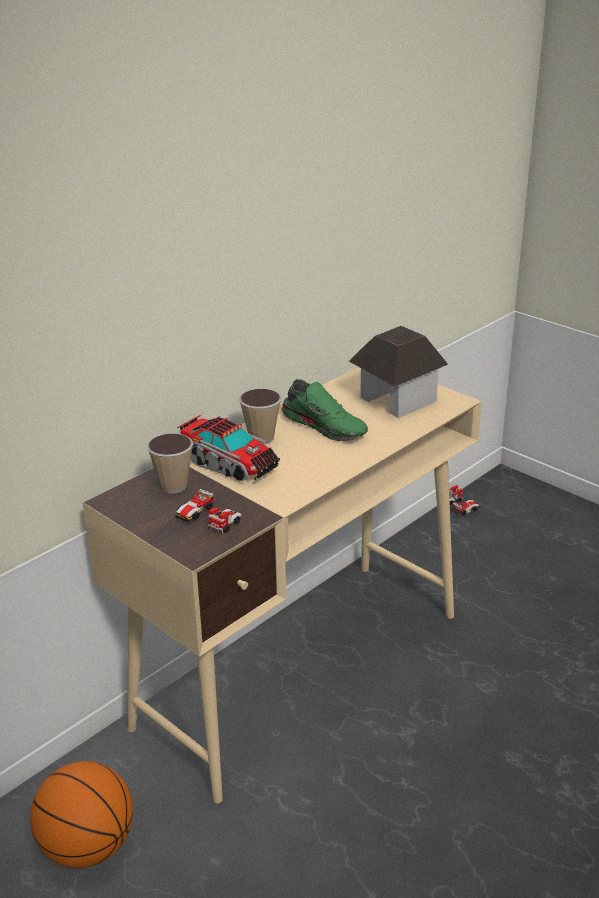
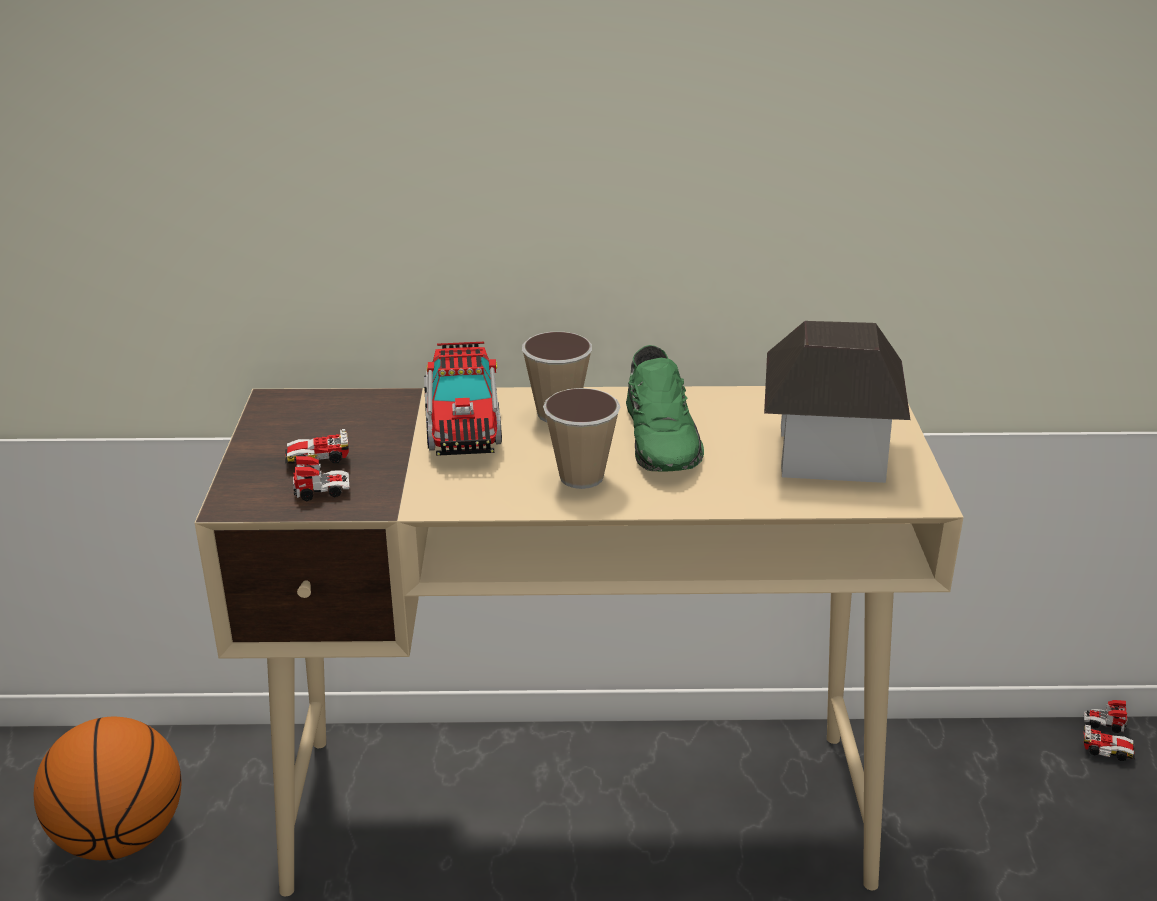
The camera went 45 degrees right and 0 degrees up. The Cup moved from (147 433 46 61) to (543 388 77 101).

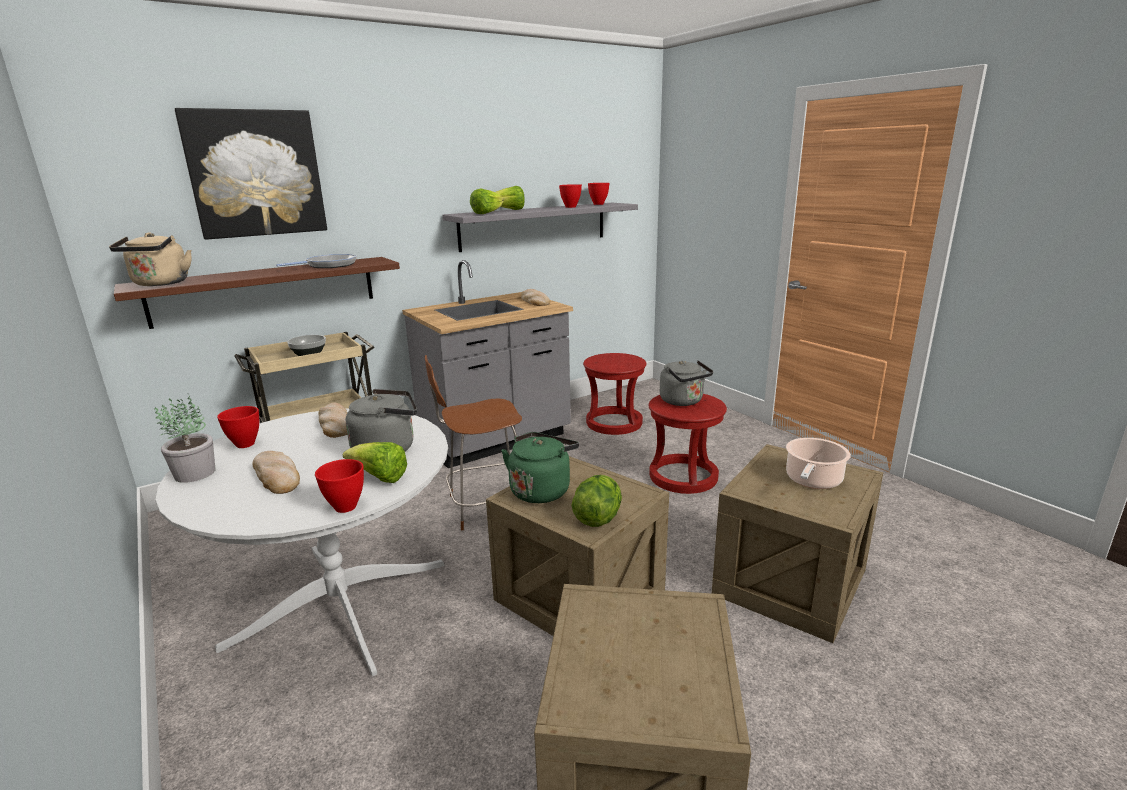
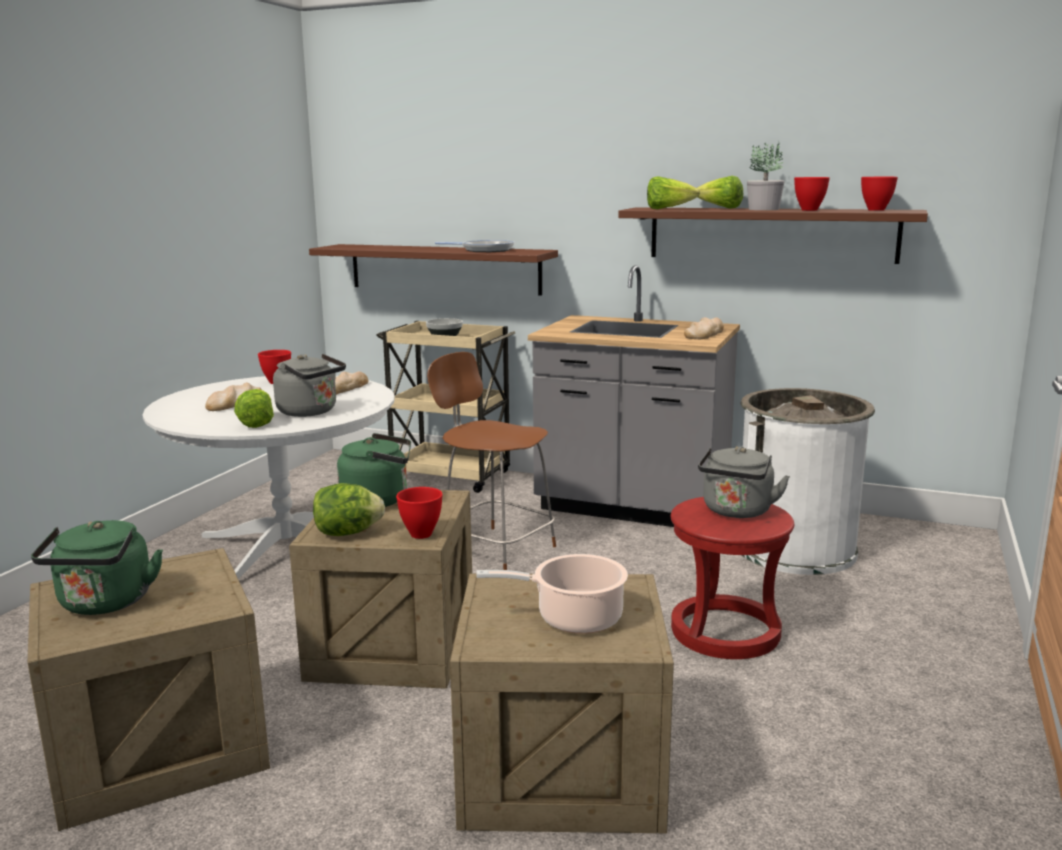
The camera went 55 degrees right and 5 degrees down. The GreenishWaterKettle at (31 520 132 95) appeared. The ReddishServingBowl moved from (315 459 49 54) to (396 487 47 52). The GreyishShelf at (442 203 196 49) became the BrownShelf at (618 207 310 57). The ReddishStool at (583 353 63 82) was replaced by the WhiteColouredRubbishBin at (741 388 134 187). The PlantInAPot moved from (154 393 61 90) to (747 141 38 69). The SandColouredWaterKettle at (109 232 83 54) disappeared. The Picture at (174 108 153 132) disappeared.

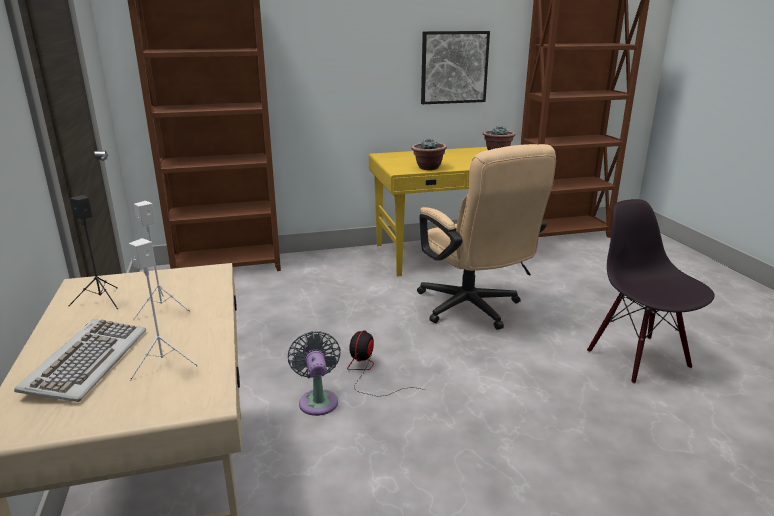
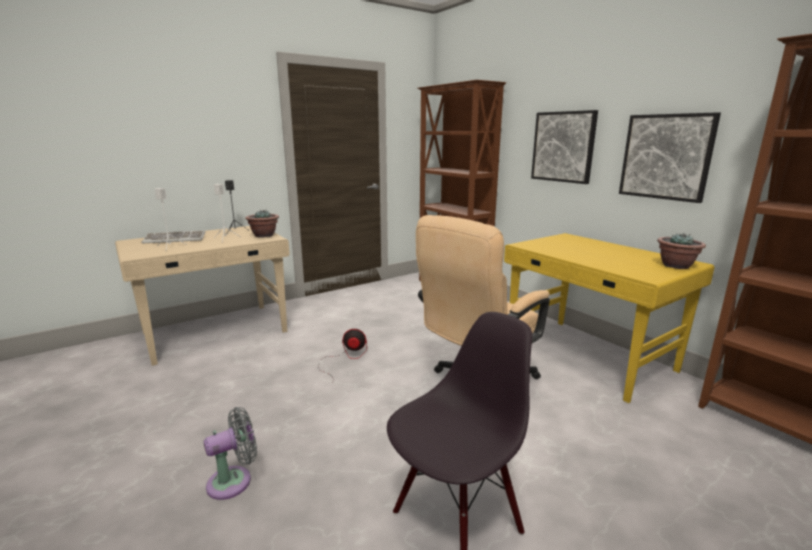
The camera went 70 degrees right and 5 degrees down. The GreyishFan moved from (288 331 53 85) to (204 407 53 93). The PlantInAPot moved from (411 139 36 31) to (245 209 34 29). The Picture at (531 110 67 74) appeared.

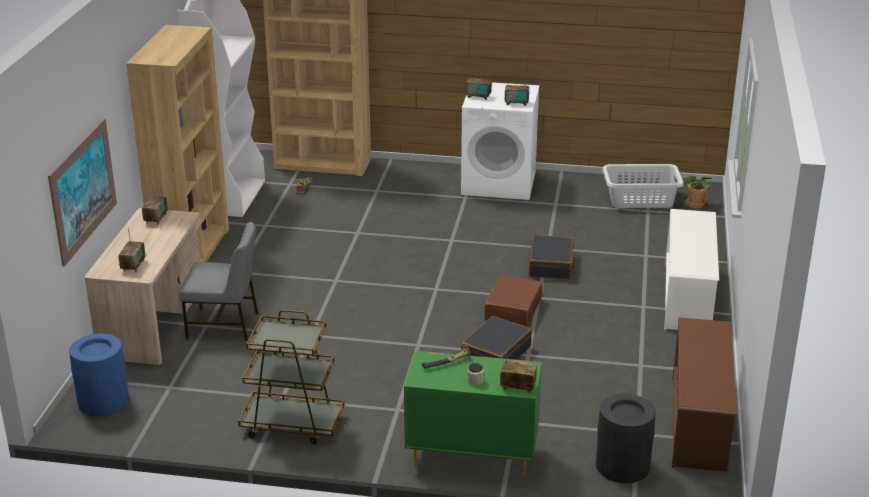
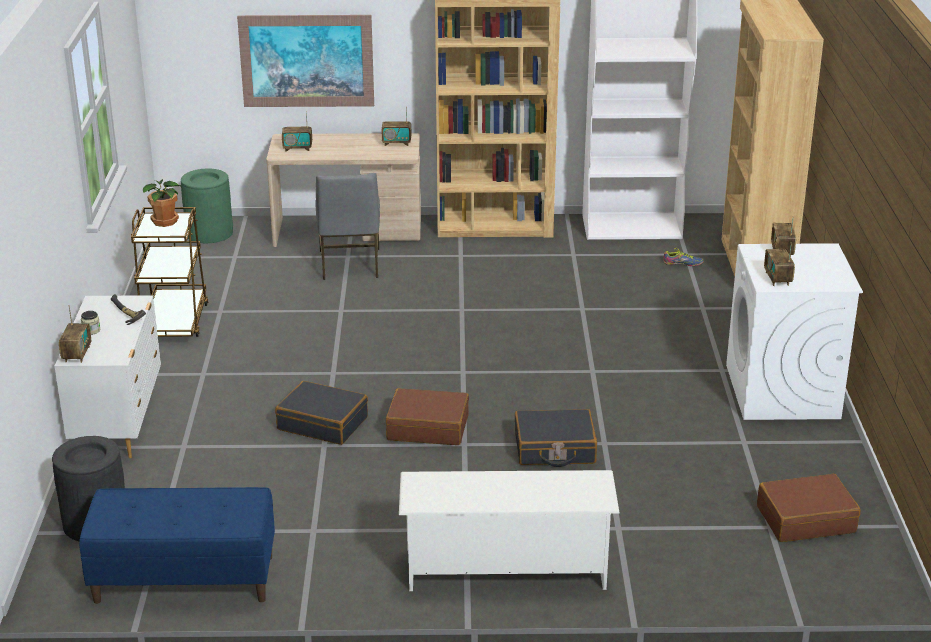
The camera went 80 degrees right and 0 degrees up. The GreenishDrawerChest at (404 350 138 127) became the WhiteColouredDrawerChest at (55 295 106 163). The BrownShoeStand at (672 318 65 154) was replaced by the BlueColouredLongSeat at (79 487 196 117). The PlantInAPot moved from (684 176 28 33) to (143 179 38 48). The BlueColouredRubbishBin at (69 333 60 83) became the GreenishRubbishBin at (181 169 52 74). The GreyishLaundryBasket at (603 164 81 44) was replaced by the BrownTravelCase at (757 474 103 68).

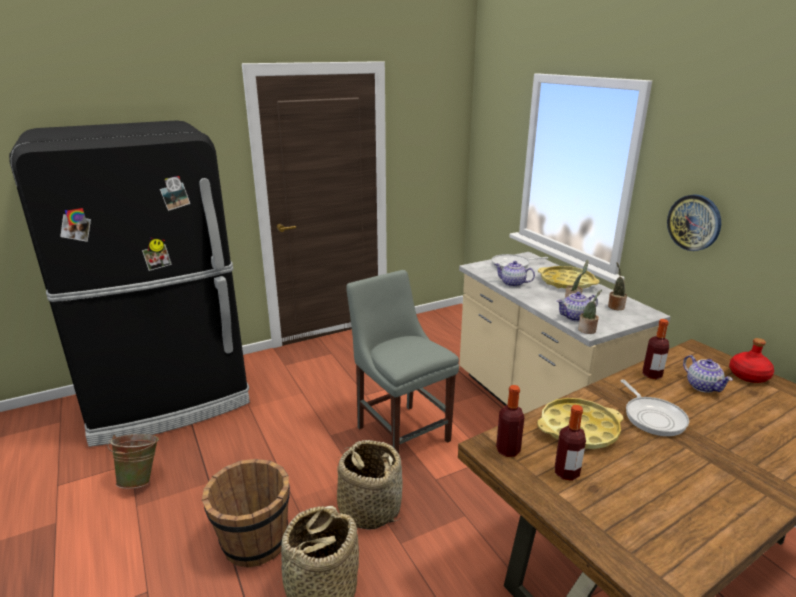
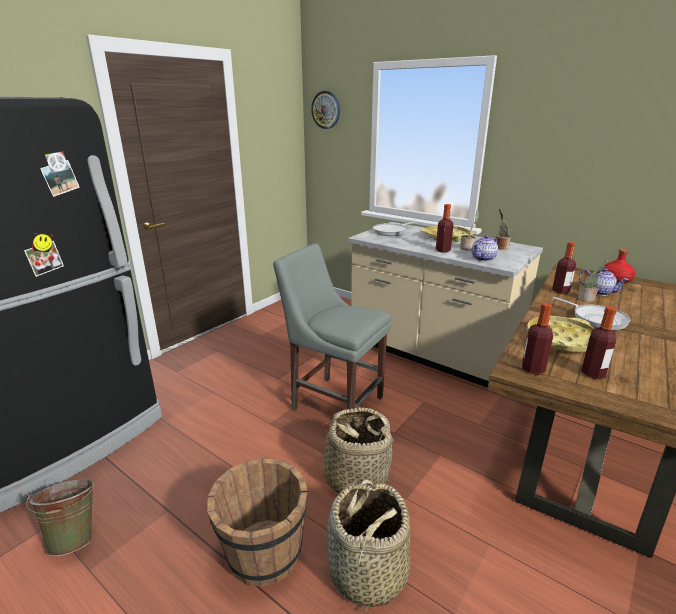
The camera went 25 degrees left and 0 degrees up. The HangingClock moved from (667 195 54 56) to (311 91 29 38). The BeverageBottle at (436 204 17 49) appeared. The PlantInAPot moved from (578 290 24 44) to (578 259 30 43). The Teapot at (495 261 40 26) disappeared.

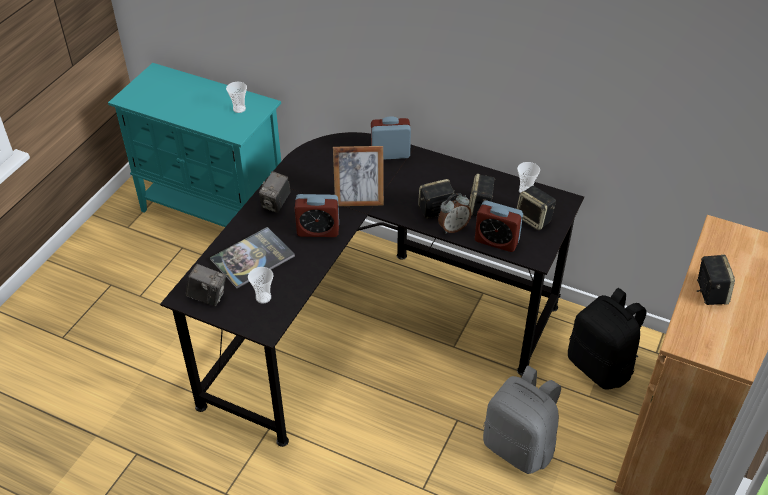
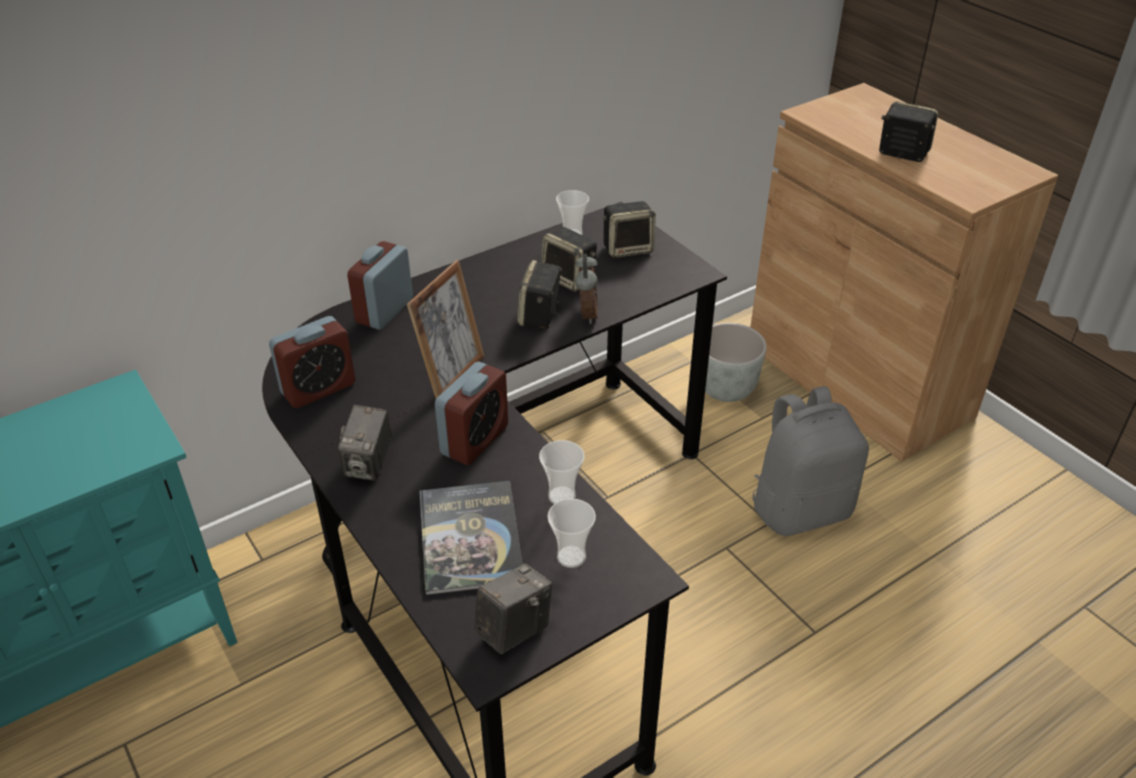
The camera went 60 degrees left and 5 degrees down. The BedsideClock moved from (475 200 48 52) to (269 316 87 92). The PhotoCamera at (259 171 32 42) turned 45 degrees clockwise. The Cup moved from (226 82 21 31) to (539 440 45 64). The BlackishBackpack at (568 288 79 102) was replaced by the GreyishPlantPot at (705 323 62 79).

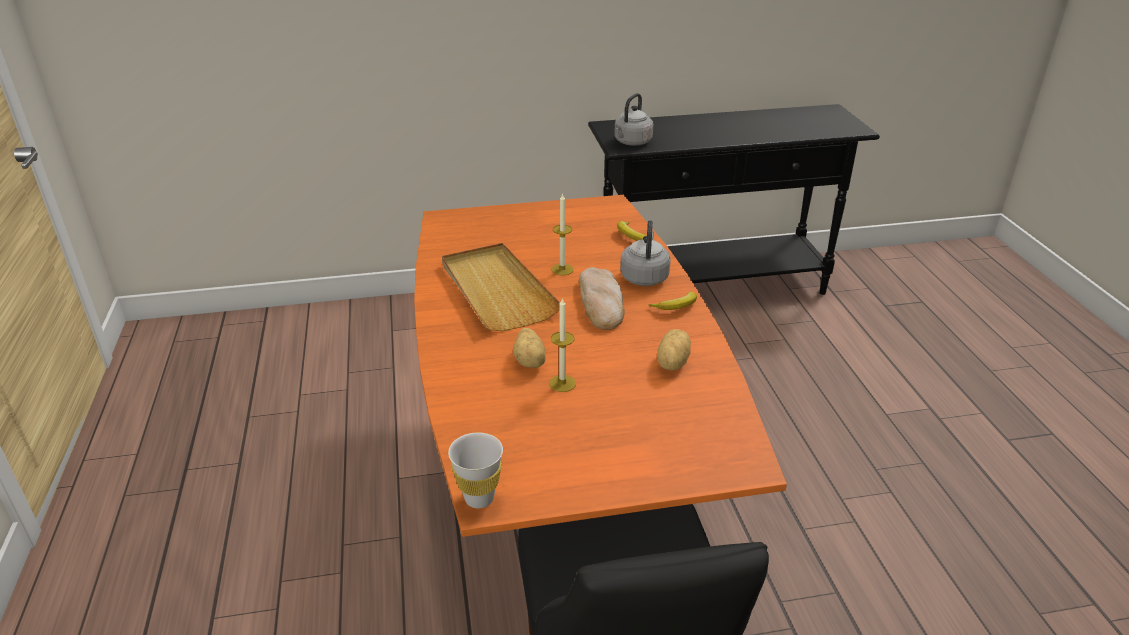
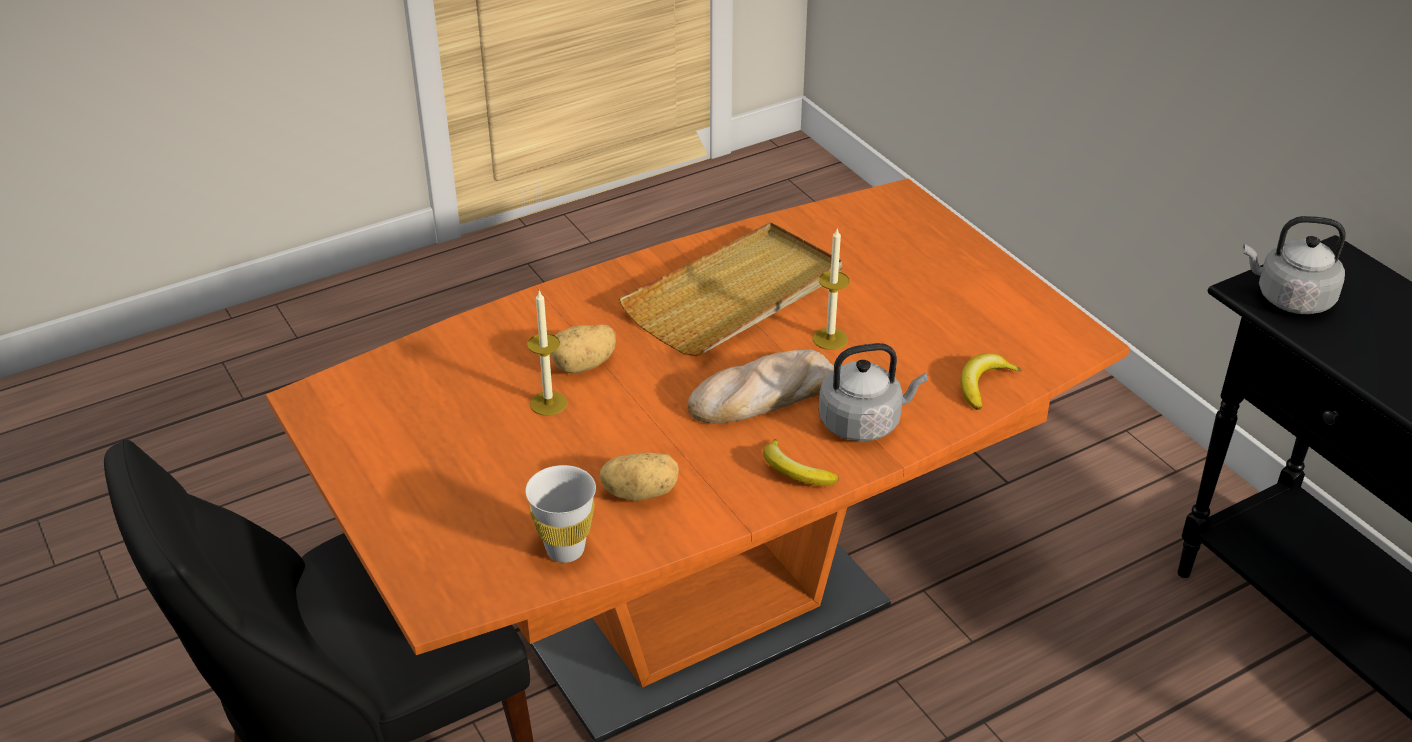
The camera went 70 degrees right and 5 degrees up. The WhiteColouredCup moved from (448 432 55 76) to (525 465 71 98).

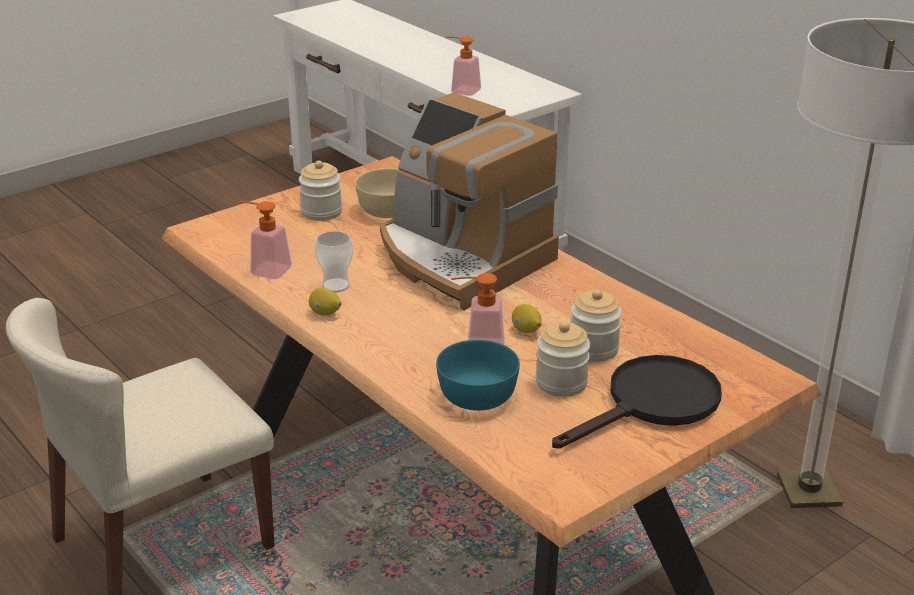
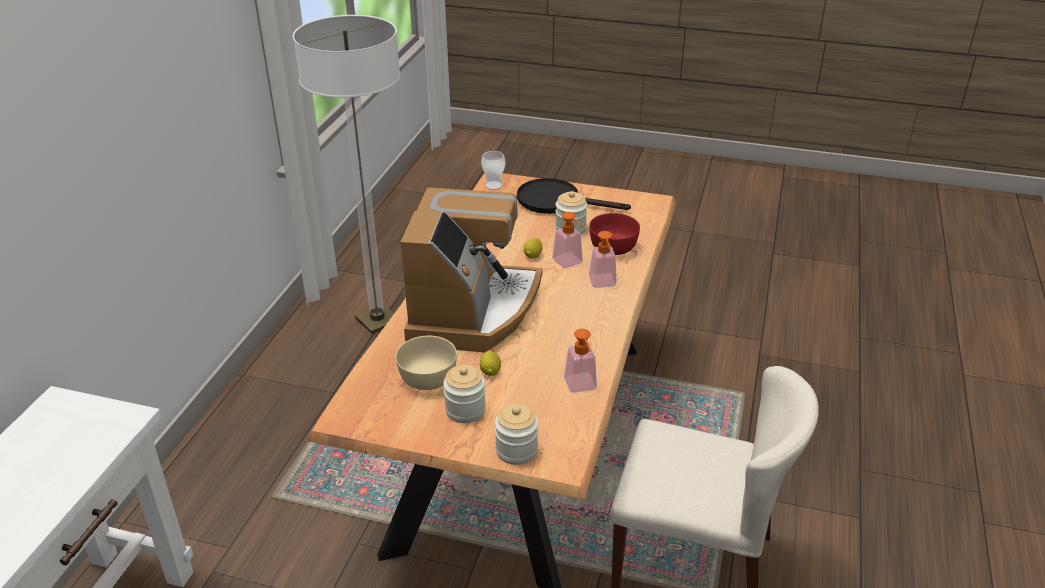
The camera went 125 degrees left and 5 degrees up. The Lemon moved from (309 288 32 28) to (480 350 21 26). The Cup moved from (315 231 38 61) to (481 151 24 39). The StorageJar moved from (570 290 52 72) to (495 403 43 62). The TurquoiseServingBowl at (436 340 84 71) became the ReddishServingBowl at (589 213 51 42). The LiquidSoapBottle moved from (446 36 35 60) to (589 231 28 57).

